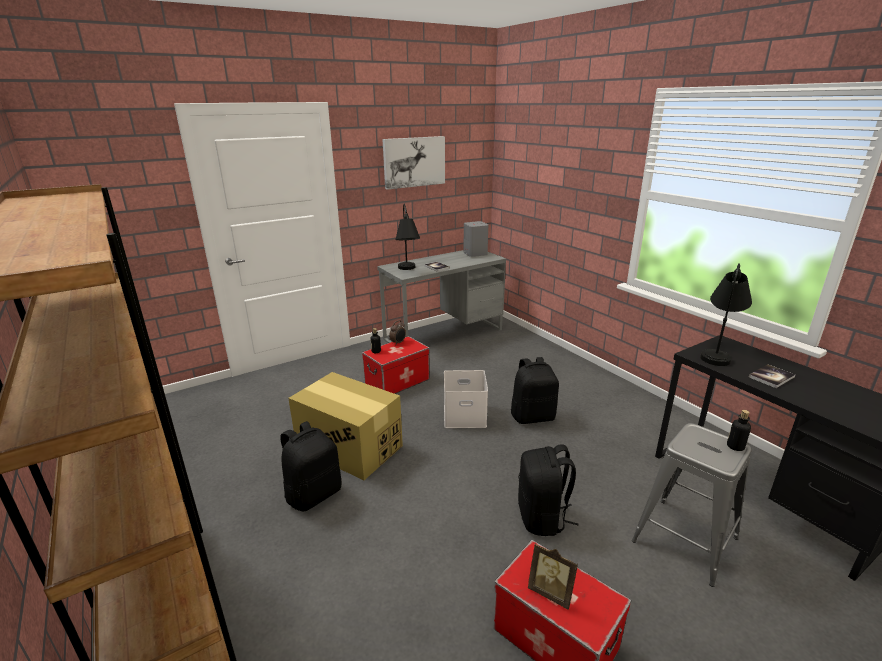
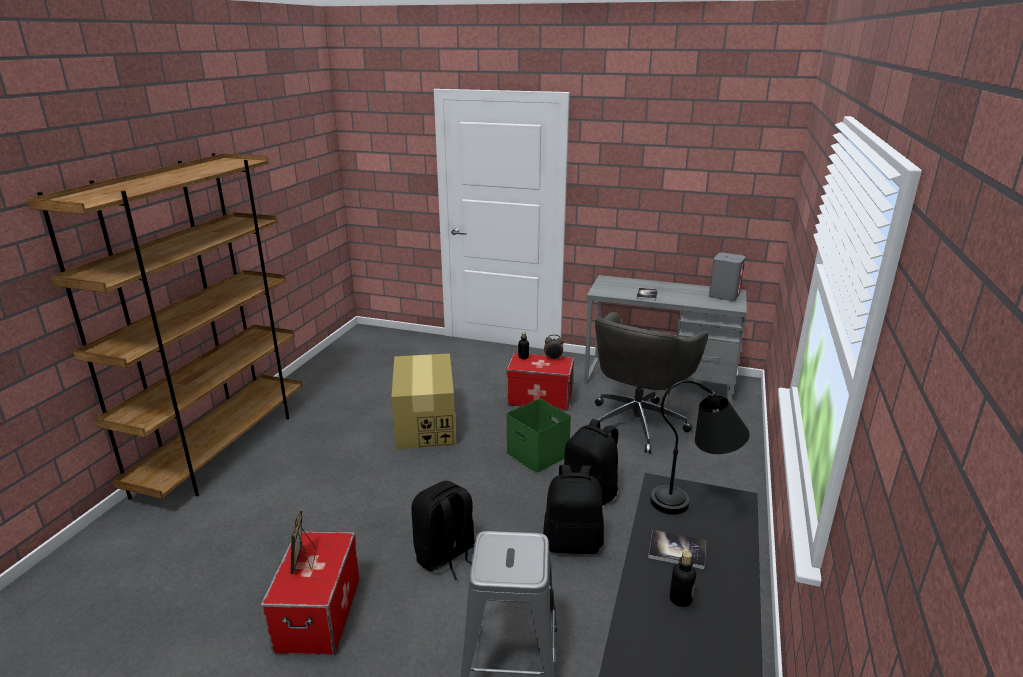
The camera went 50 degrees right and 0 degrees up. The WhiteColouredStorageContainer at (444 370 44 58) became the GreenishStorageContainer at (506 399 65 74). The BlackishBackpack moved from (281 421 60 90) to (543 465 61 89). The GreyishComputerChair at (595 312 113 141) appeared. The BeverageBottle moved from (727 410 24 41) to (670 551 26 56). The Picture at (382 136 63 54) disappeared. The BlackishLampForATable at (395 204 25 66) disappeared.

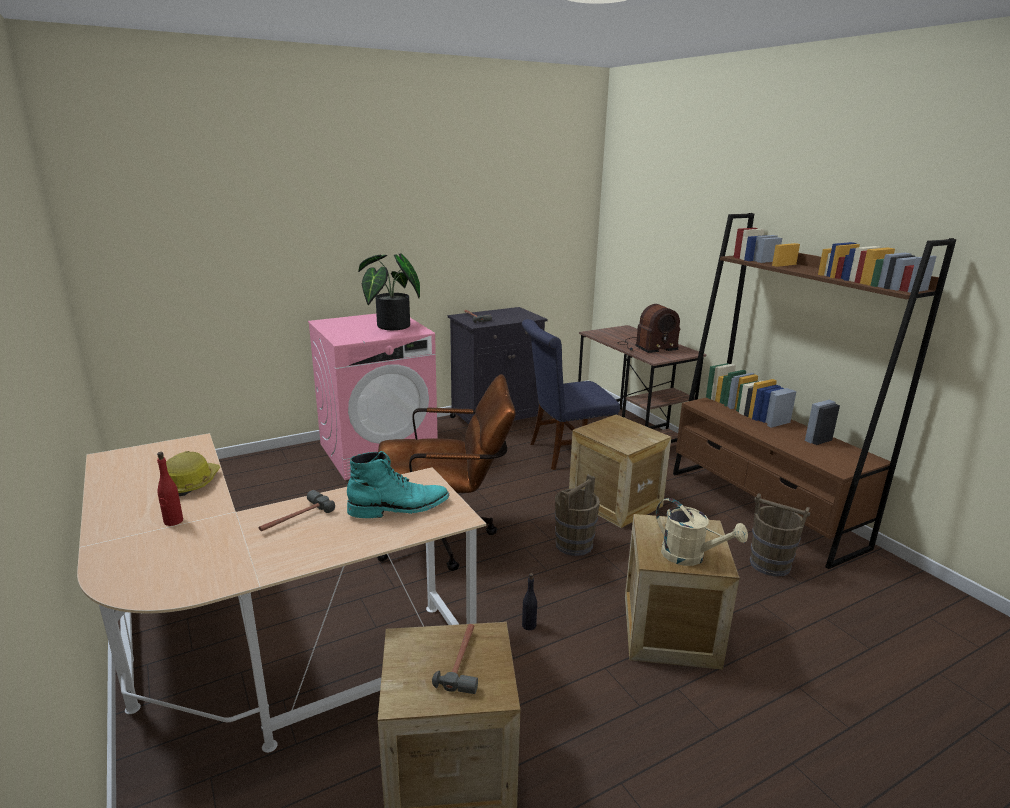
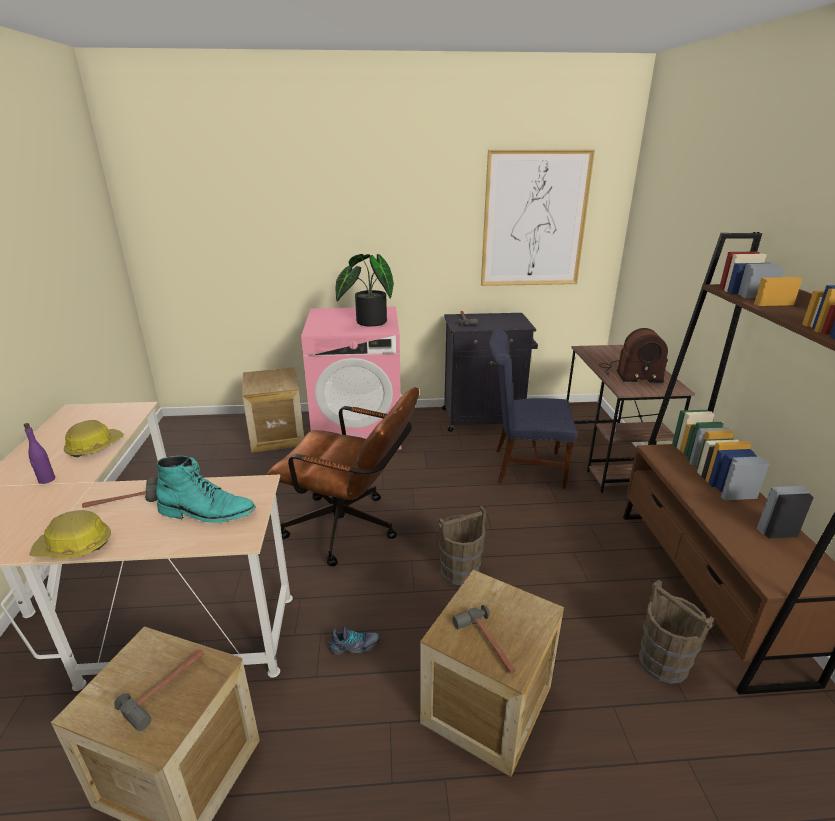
The camera went 25 degrees right and 5 degrees up. The ReddishBeverageBottle at (157 452 26 74) became the PurpleColouredBeverageBottle at (24 423 31 61). The HardHat at (29 510 82 48) appeared. The ShippingCrate moved from (569 414 102 114) to (242 367 62 86). The BlackishBeverageBottle at (522 573 16 57) was replaced by the Shoe at (329 626 51 29). The SandColouredWateringCan at (656 498 92 68) was replaced by the Hammer at (453 605 63 68). The Picture at (481 149 114 137) appeared.

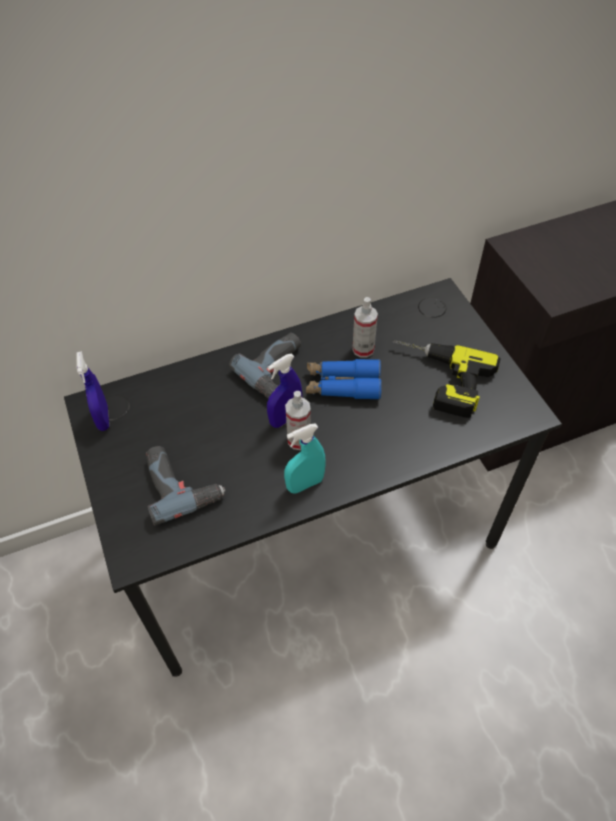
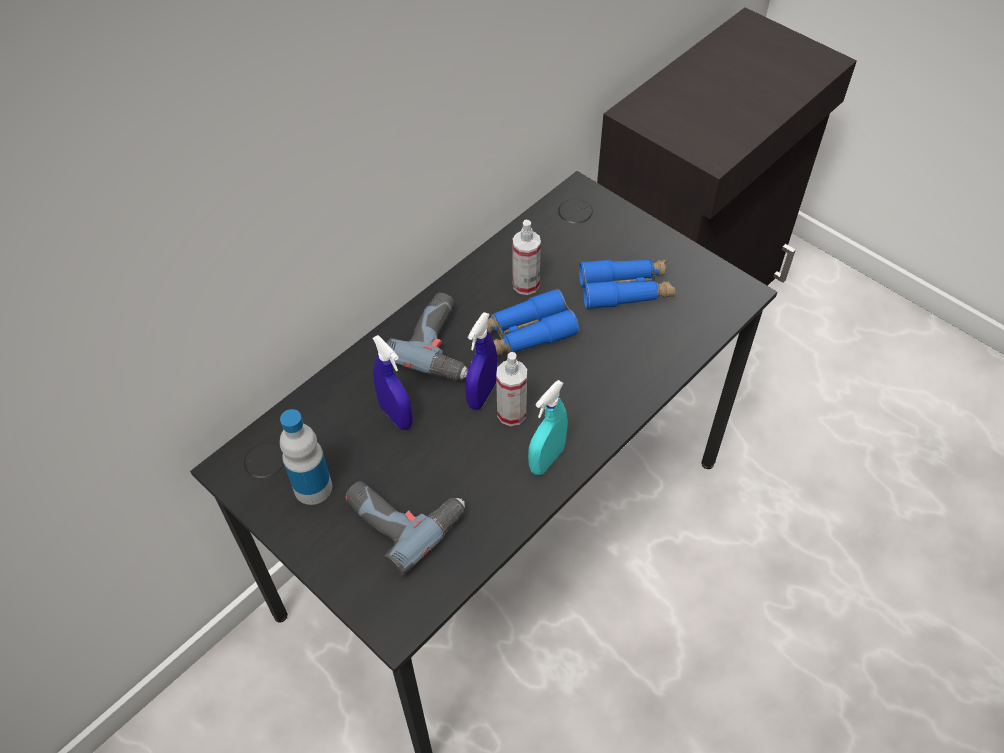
The camera went 25 degrees left and 0 degrees up. The BeverageBottle at (280 409 52 96) appeared. The BlueColouredHandSprayer moved from (76 351 33 80) to (372 335 41 95). The ElectricDrill at (392 340 109 78) was replaced by the BlueColouredFieldGlasses at (579 260 96 50).

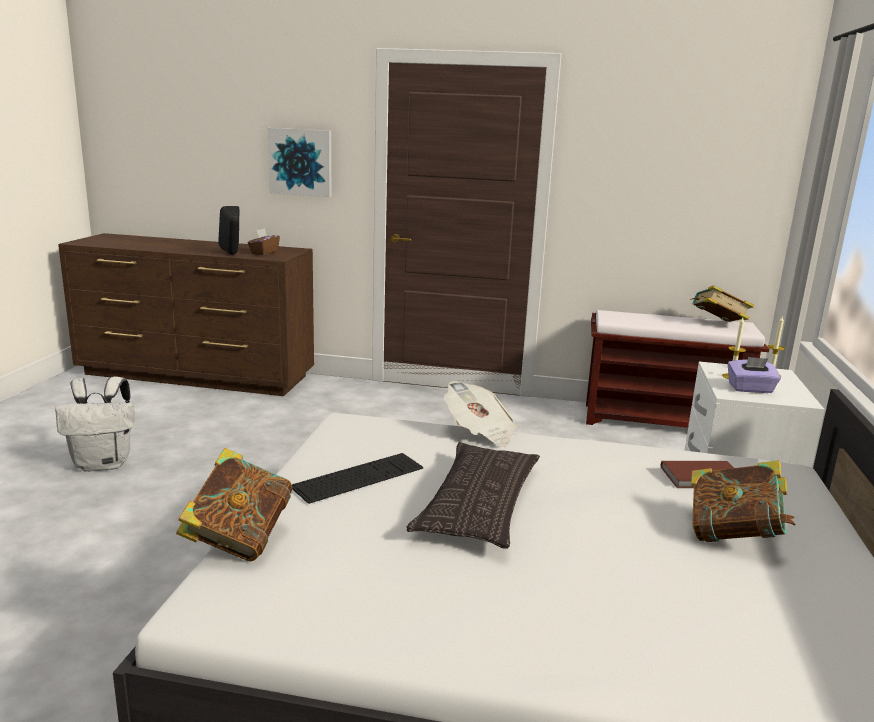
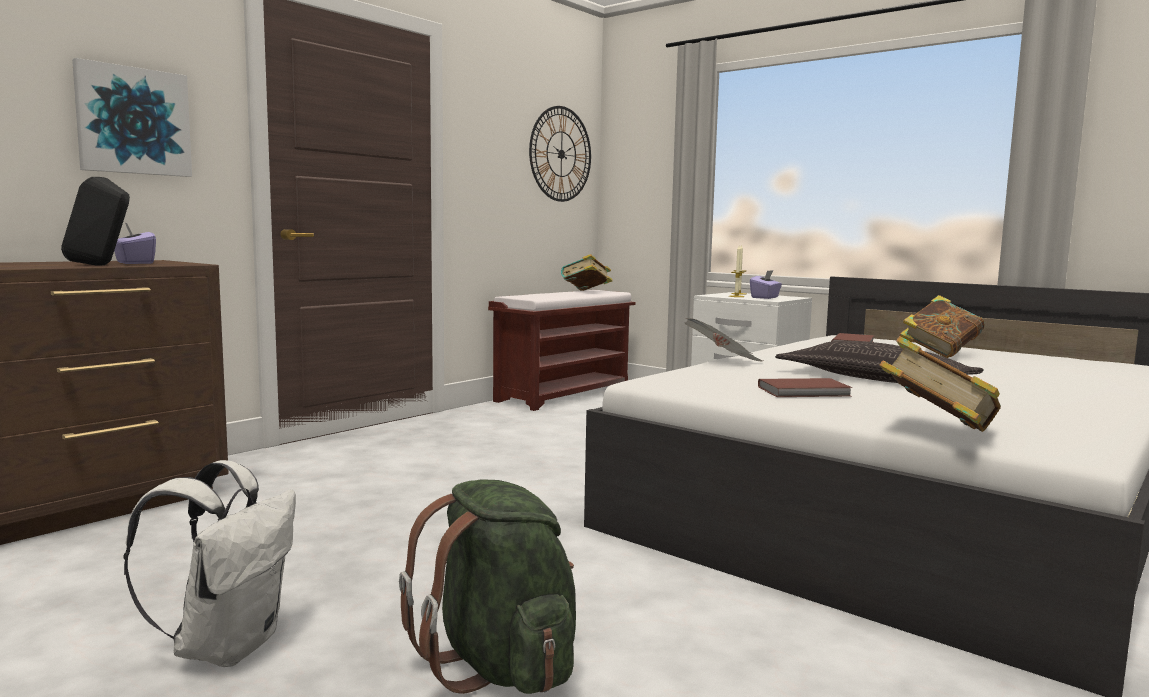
The camera went 60 degrees left and 10 degrees down. The BrownTissueHolder at (247 228 33 27) became the PurpleColouredTissueHolder at (114 223 42 41). The GreenishBackpack at (399 479 177 215) appeared. The HangingClock at (529 106 62 96) appeared. The Keyboard at (292 453 131 51) was replaced by the BrownBoundBook at (758 378 95 19).

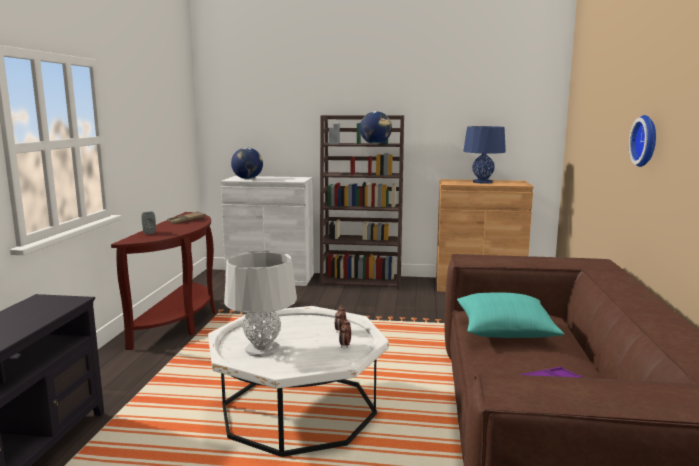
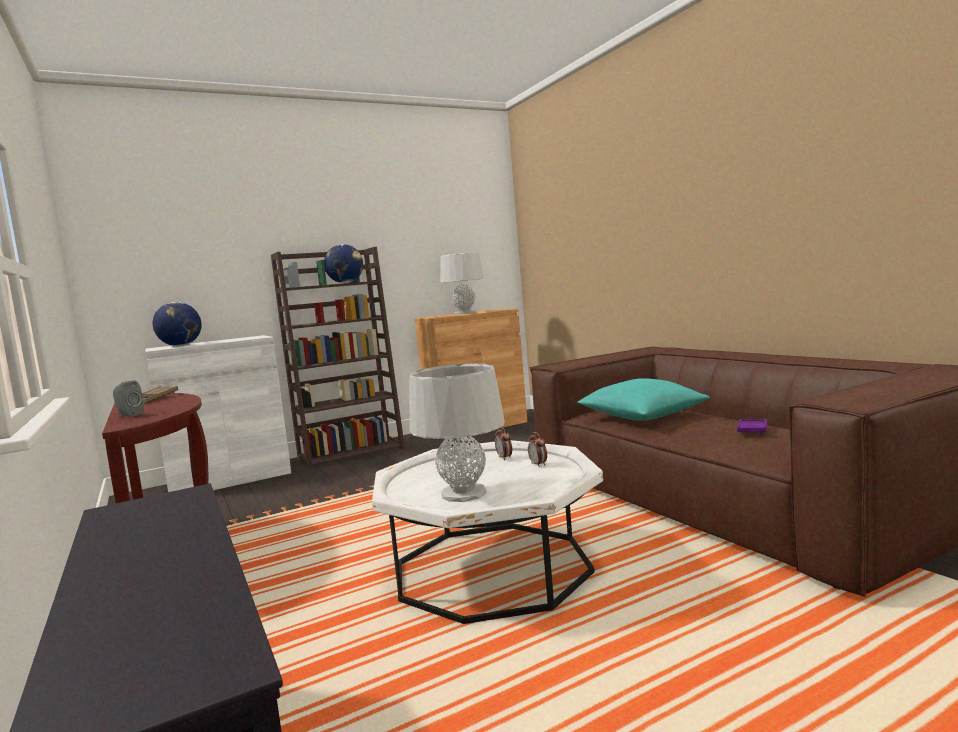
The camera went 35 degrees left and 5 degrees down. The BlueColouredLampForATable at (463 126 43 58) became the GreyishLampForATable at (440 252 44 62). The HangingClock at (629 115 27 52) disappeared.

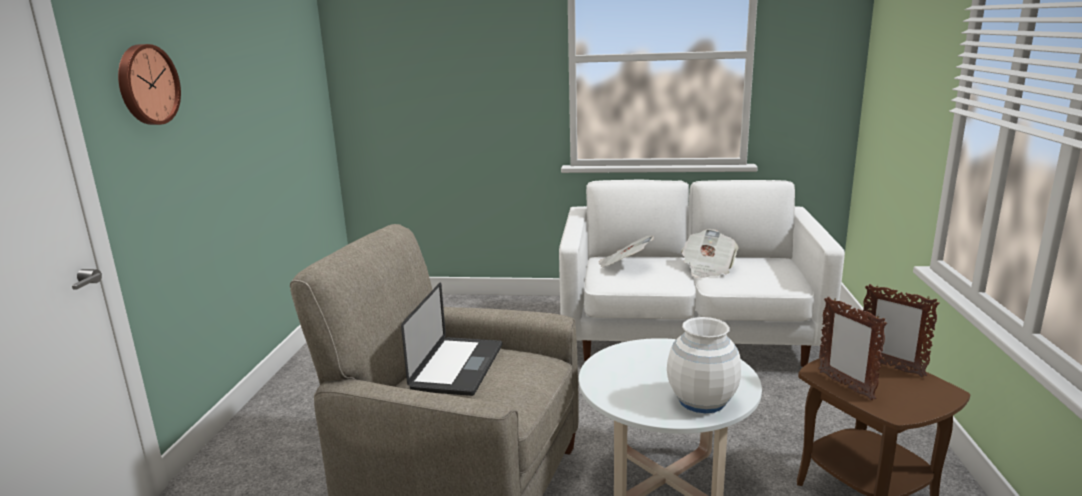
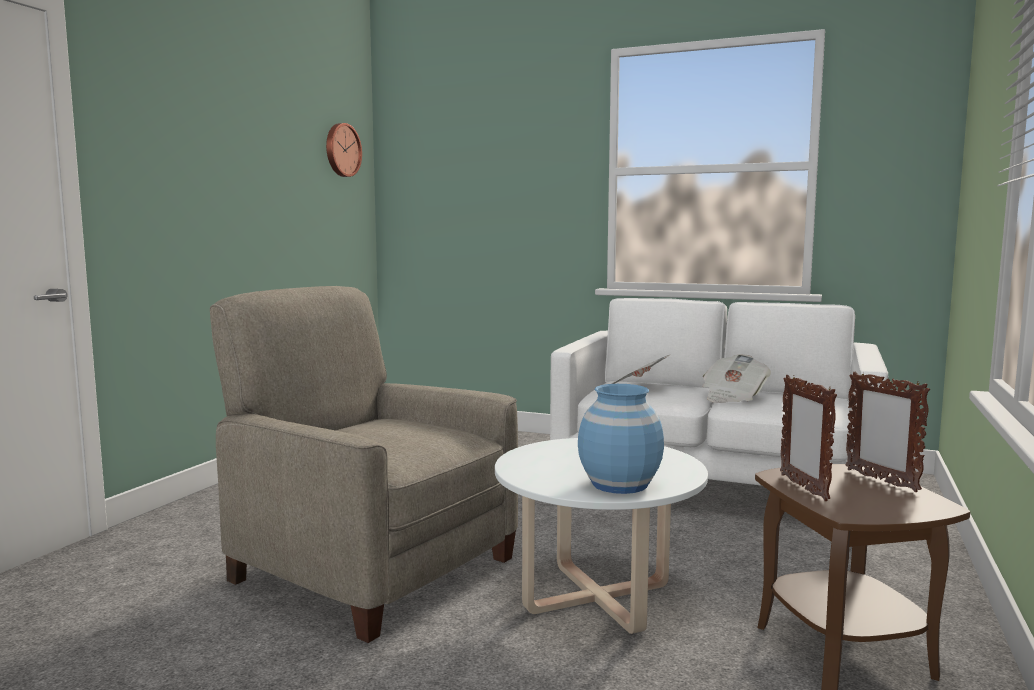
The camera went 15 degrees right and 10 degrees down. The HangingClock moved from (118 44 63 81) to (326 123 36 54). The WhiteColouredDecorativeVase at (667 317 74 96) became the BlueColouredDecorativeVase at (578 384 86 110). The PortableComputer at (401 282 101 114) disappeared.

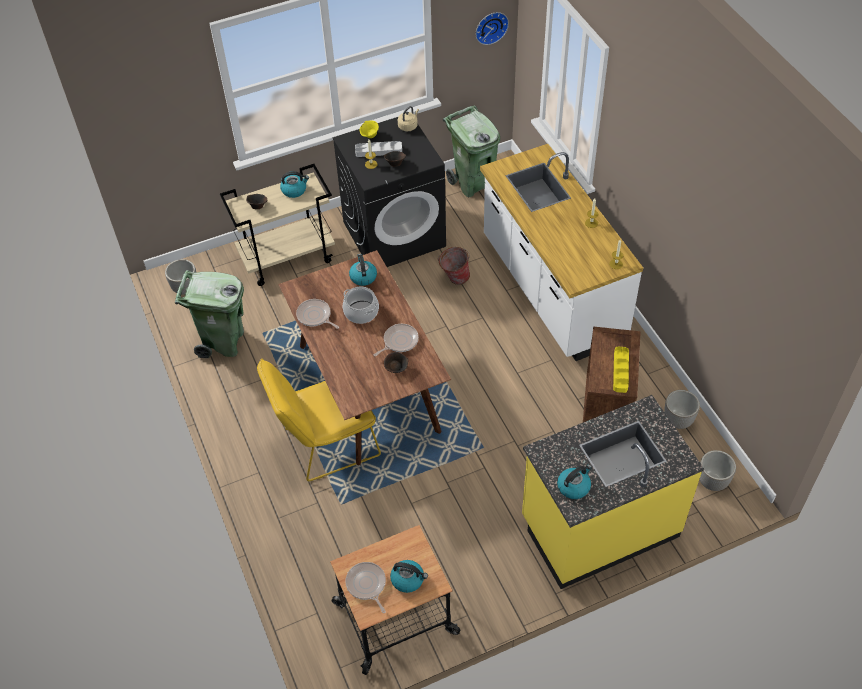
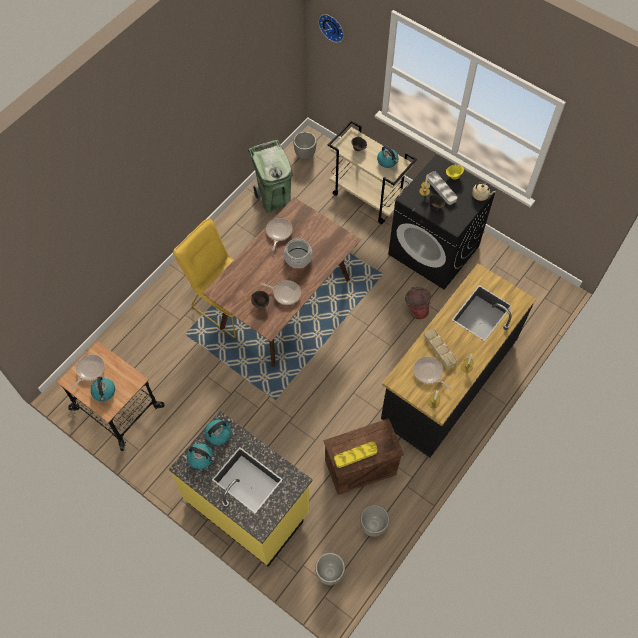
The camera went 60 degrees right and 10 degrees up. The WaterKettle moved from (349 254 28 32) to (205 418 26 27). The HangingClock moved from (476 12 33 33) to (318 14 26 29). The WhiteColouredCounter at (480 144 163 217) became the BlackishCounter at (381 263 155 194). The Pan at (413 356 38 34) appeared. The SandColouredTray at (424 329 33 39) appeared. The GreenishRubbishBin at (443 105 57 92) disappeared.

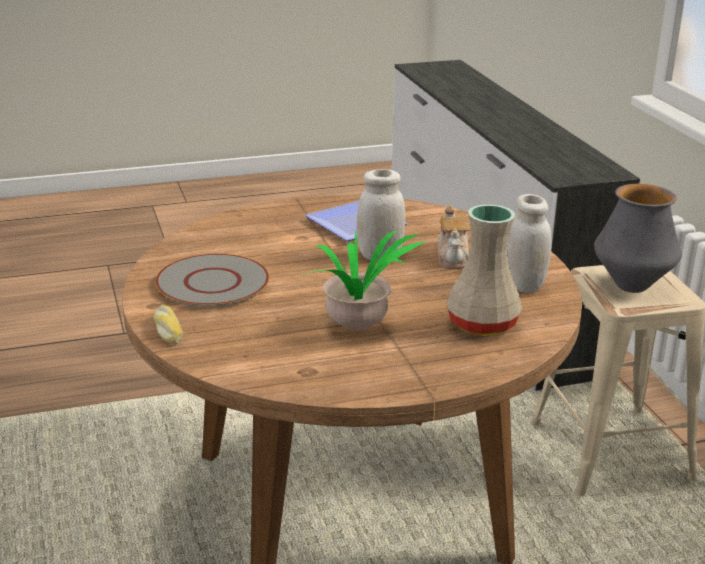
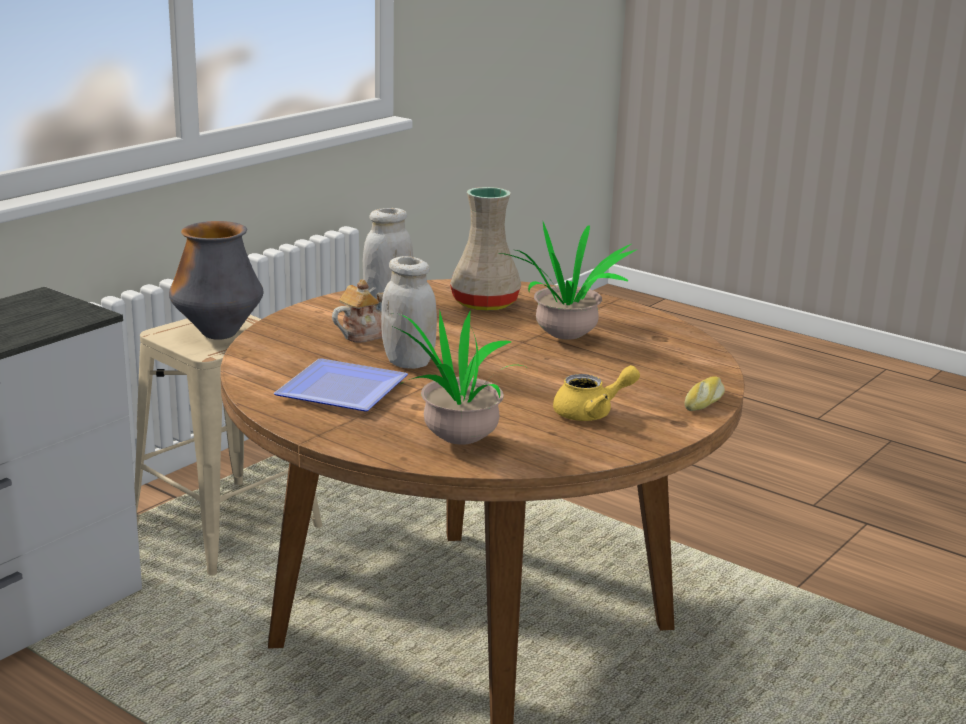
The camera went 125 degrees left and 5 degrees down. The PlantInAPot at (395 311 130 134) appeared. The GreyishDinnerPlate at (155 254 114 54) was replaced by the YellowishTeapot at (553 365 87 56).

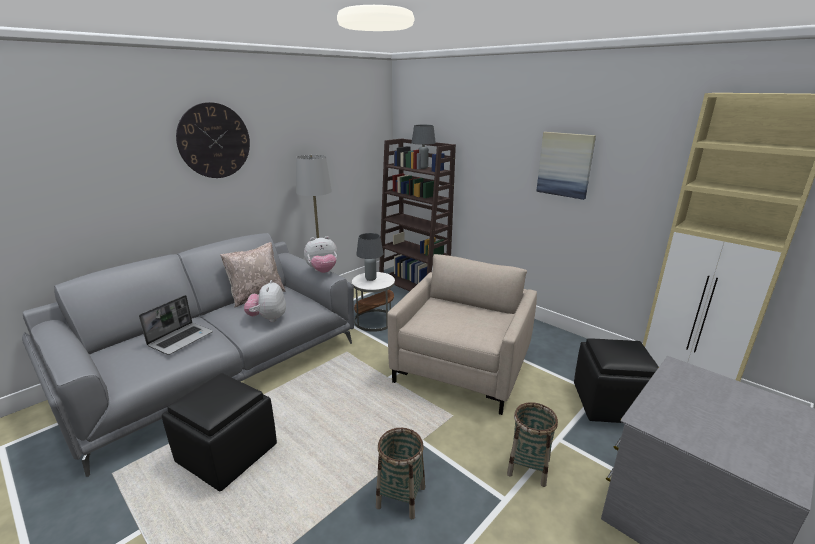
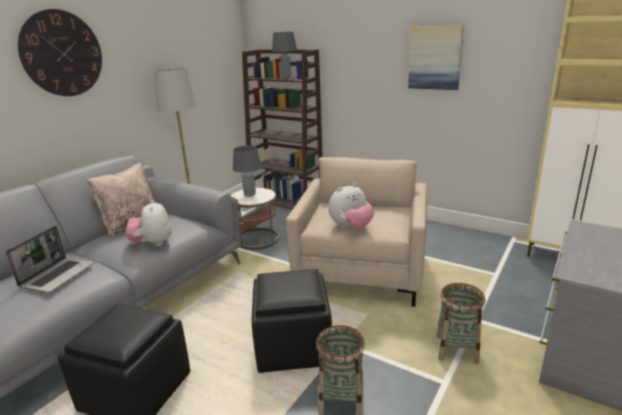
The camera went 10 degrees left and 0 degrees up. The BlackishFootrest moved from (574 338 85 85) to (252 269 80 104). The SoftToy moved from (304 236 33 37) to (328 183 46 46).

